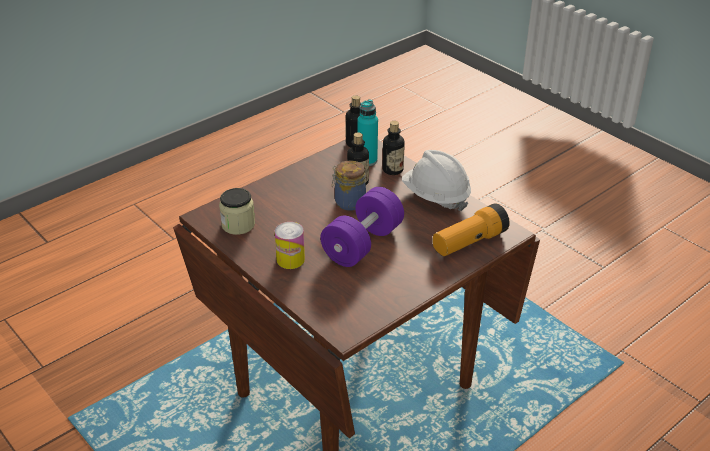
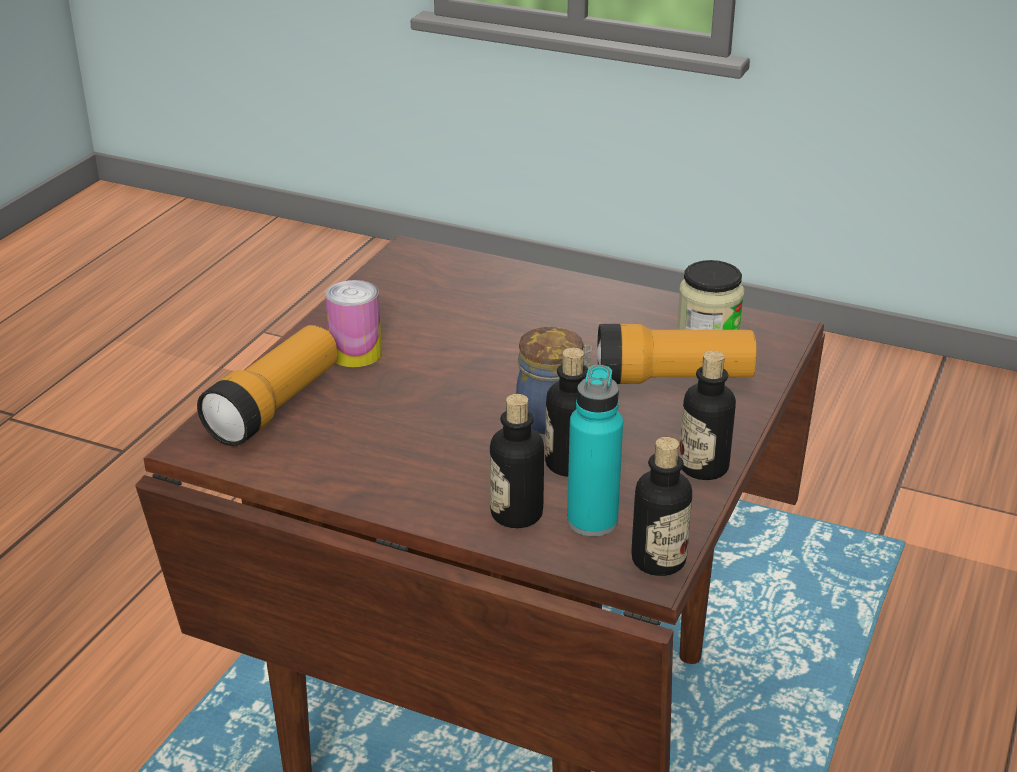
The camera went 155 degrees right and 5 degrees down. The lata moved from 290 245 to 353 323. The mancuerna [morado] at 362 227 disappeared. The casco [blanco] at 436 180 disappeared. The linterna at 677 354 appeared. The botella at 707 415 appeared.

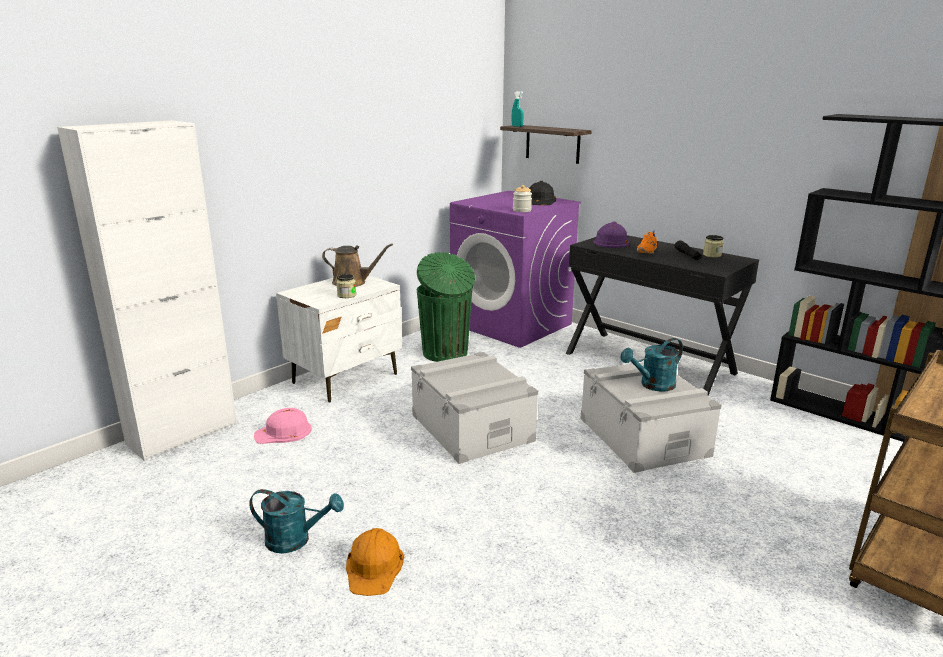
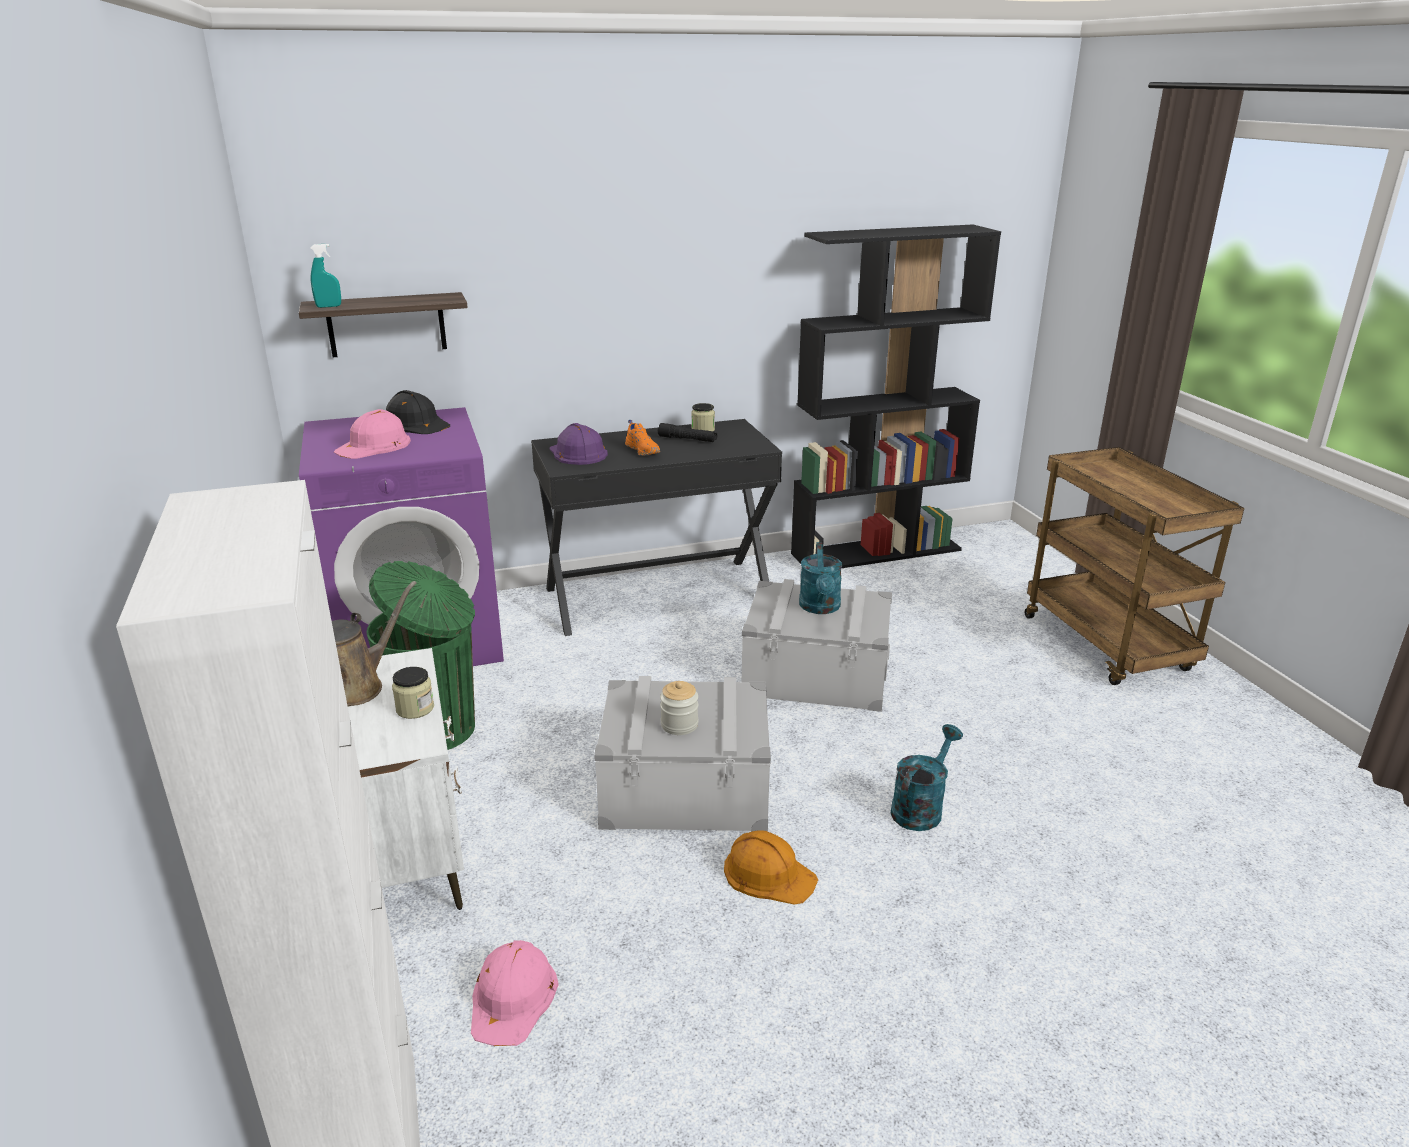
The camera went 60 degrees left and 5 degrees up. The regadera [turquesa] moved from 296 521 to 927 777. The casco [naranja] moved from 375 562 to 771 867. The tarro moved from 522 198 to 679 708. The casco [rosa] at 372 434 appeared.

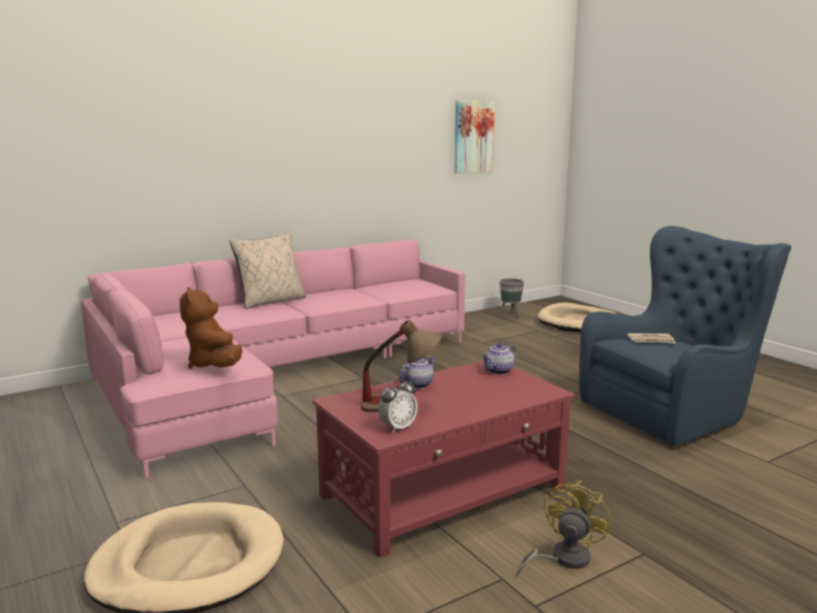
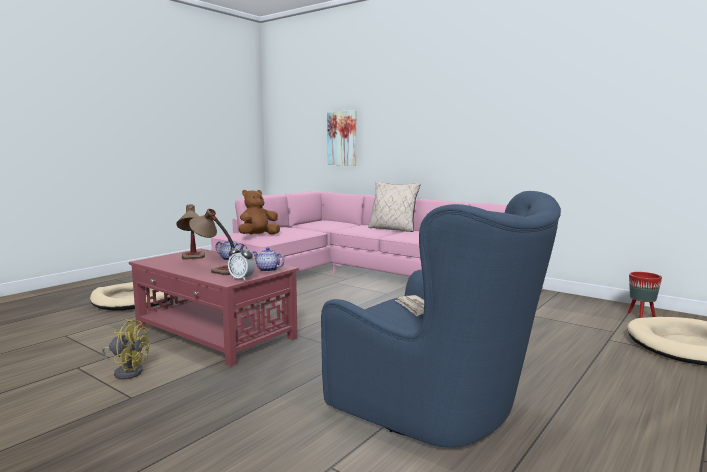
The camera went 70 degrees right and 5 degrees down. The despertador moved from 398 405 to 241 262. The cuadro moved from 474 137 to 341 138. The maceta [gris] at 511 298 became the maceta [rojo] at 645 295. The lámpara de mesa at 211 242 appeared.

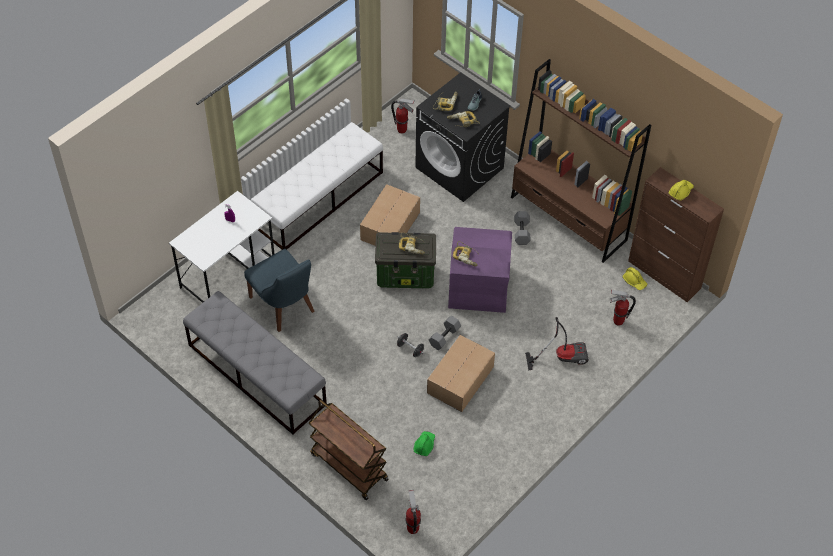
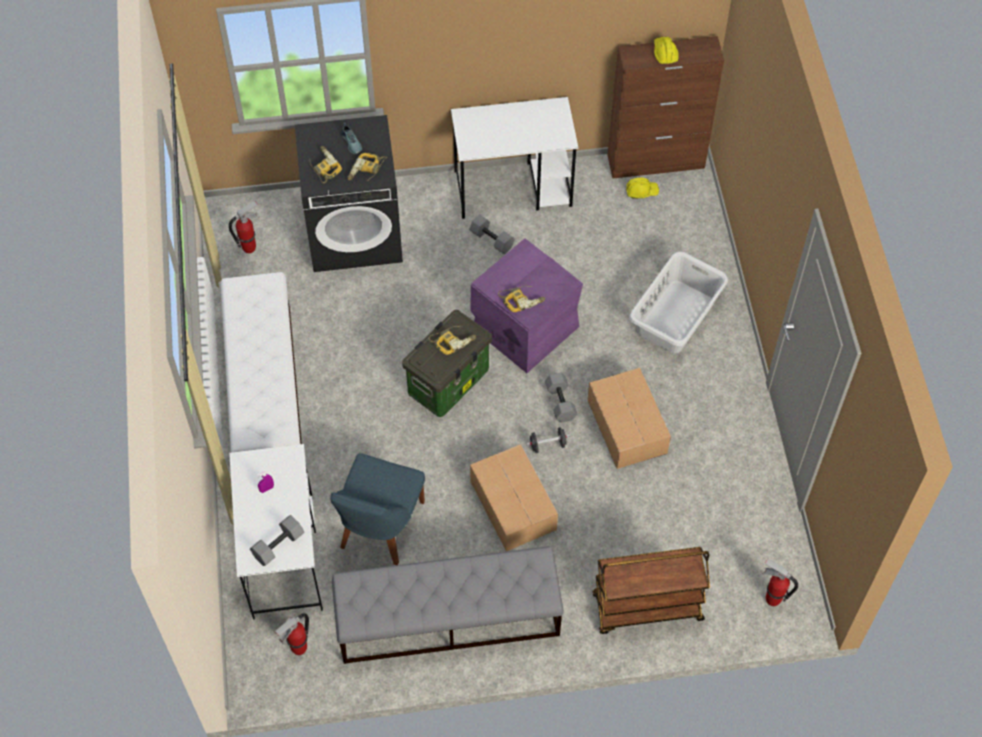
The camera went 50 degrees left and 5 degrees up. The silla [azul] at 279 290 turned 105 degrees clockwise. The caja de cartón moved from 390 215 to 514 497. The casco [verde] at 424 443 disappeared. The estantería [marrón] at 581 161 was replaced by the escritorio [blanco] at 514 158. The aspiradora at 557 343 was replaced by the cesto de la ropa [gris] at 678 302. The extintor moved from 623 308 to 291 634. The mancuerna [gris] at 277 540 appeared.

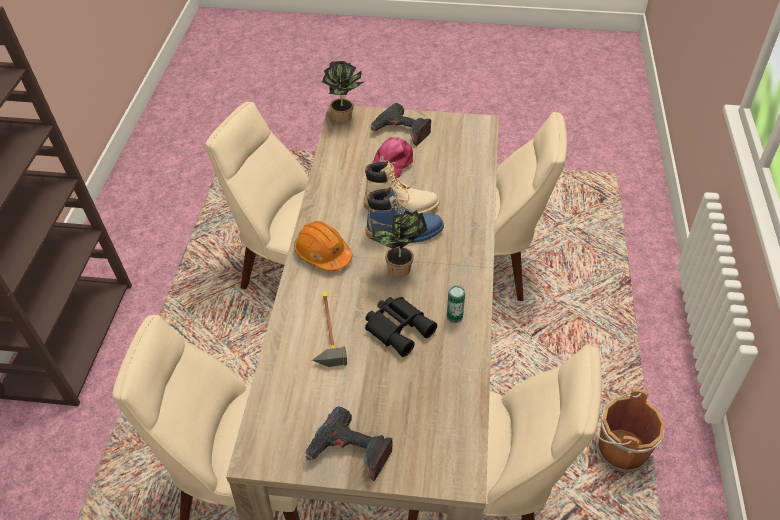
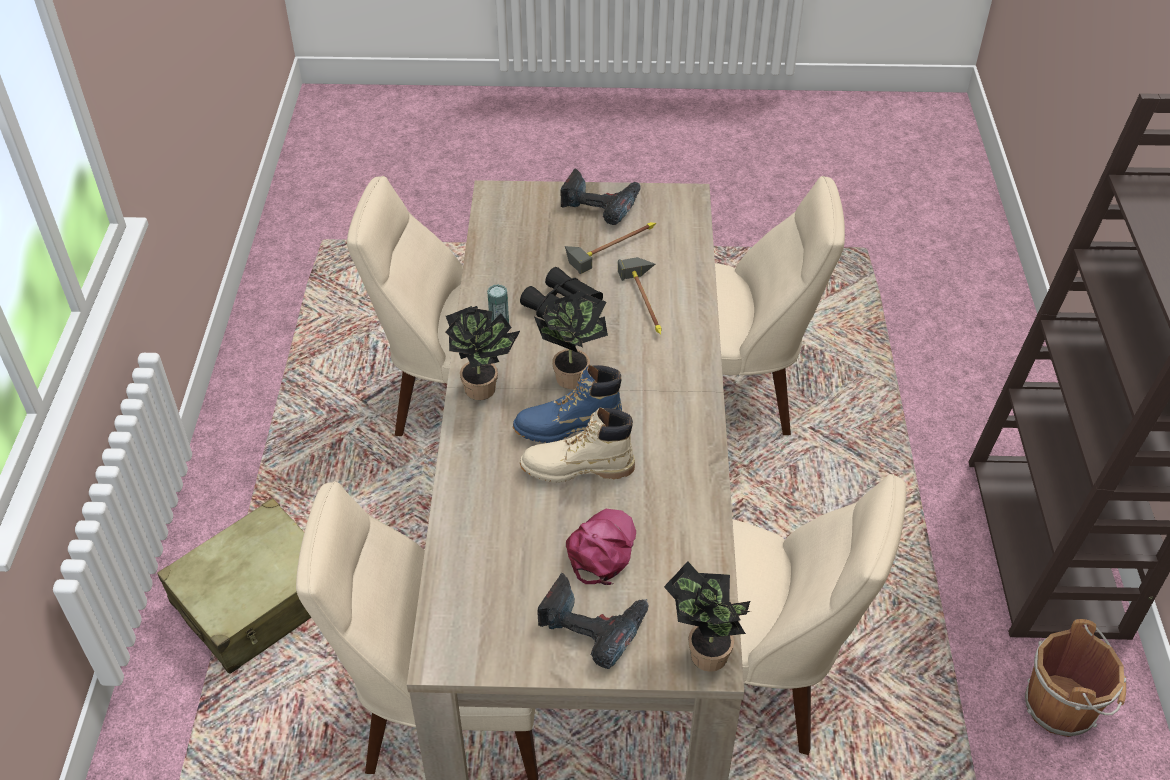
The camera went 175 degrees right and 0 degrees up. The casco [naranja] at 323 246 disappeared. The cubo [marrón] moved from 630 430 to 1075 678. The maleta [beis] at 234 586 appeared. The planta en maceta at 482 353 appeared. The martillo at 610 248 appeared.

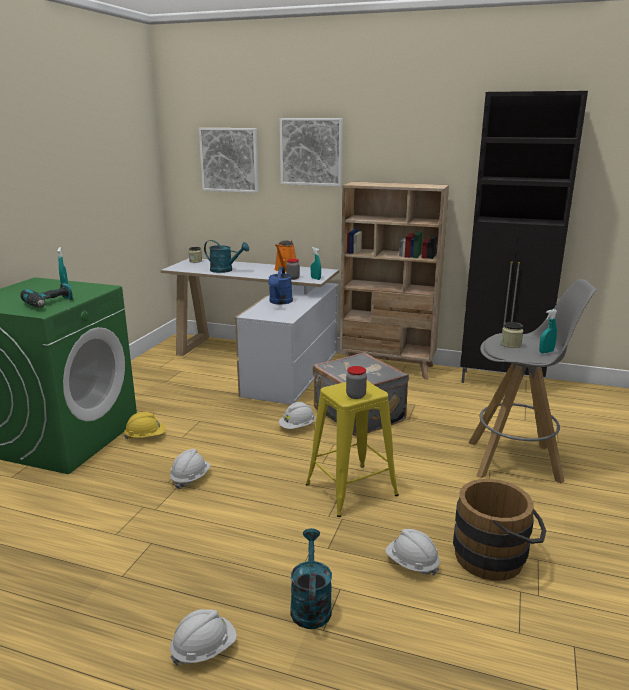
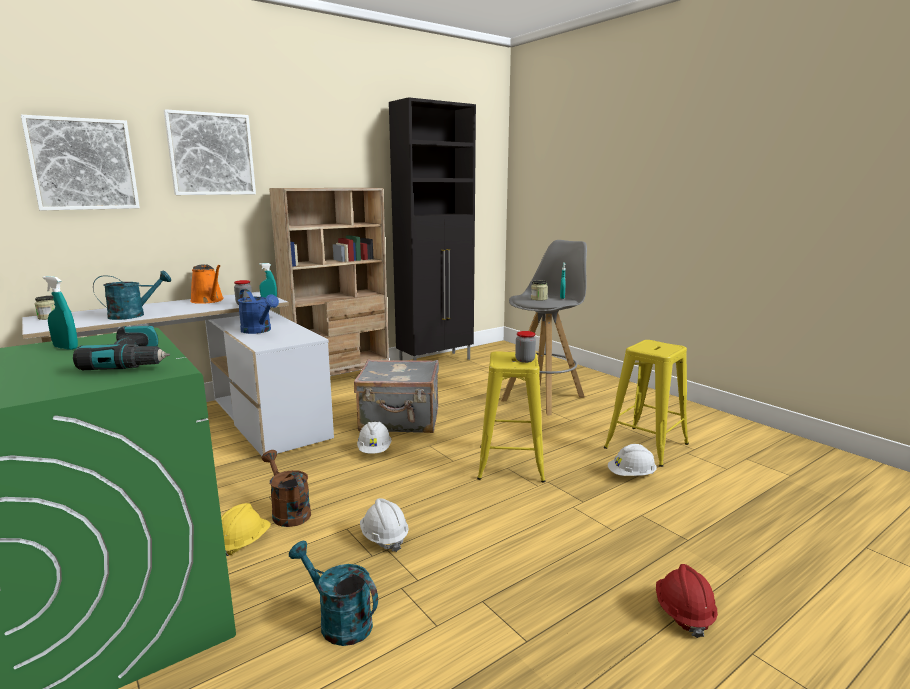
The camera went 55 degrees left and 5 degrees down. The casco [blanco] at 203 637 became the casco [rojo] at 687 601. The regadera [turquesa] moved from 311 578 to 333 593. The cubo [marrón] at 499 530 was replaced by the taburete [amarillo] at 646 403. The regadera [marrón] at 286 488 appeared.

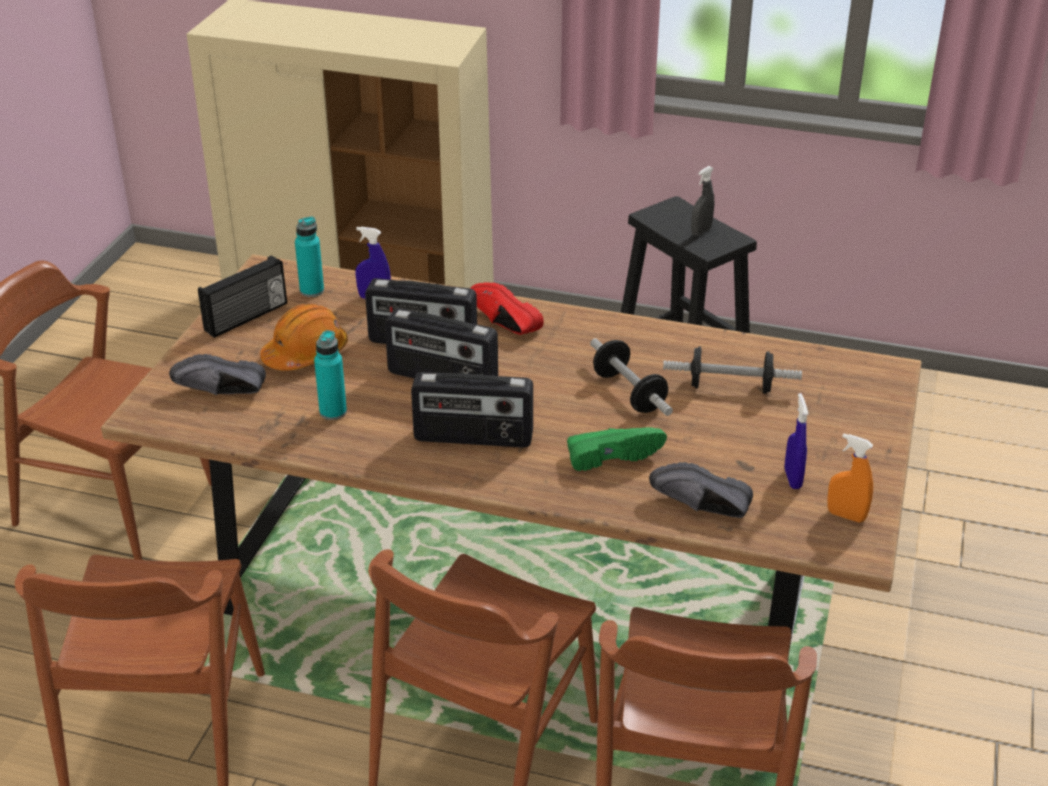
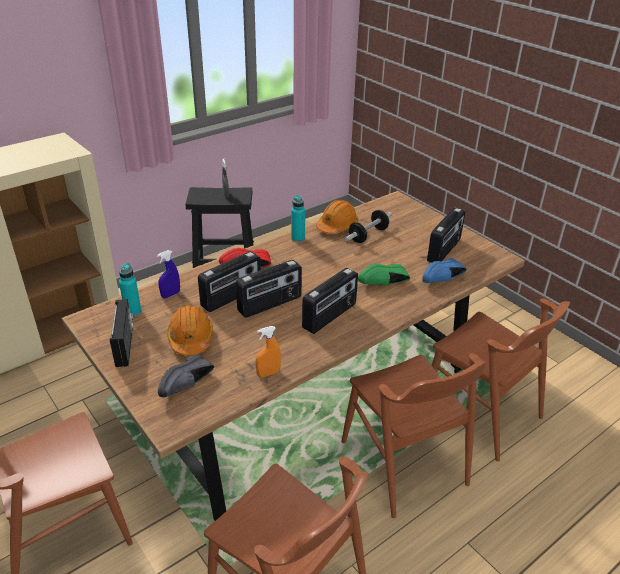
The camera went 55 degrees left and 0 degrees up. The botella [turquesa] moved from 330 375 to 298 218. The zapato [verde] at 617 449 turned 135 degrees counterclockwise. The mancuerna at 631 377 disappeared. The zapato [negro] at 701 490 became the zapato [azul] at 444 270. The pulverizador [azul] at 796 441 was replaced by the radio at 446 235. The pulverizador [naranja] moved from 850 478 to 268 351. The casco [naranja] at 337 217 appeared.

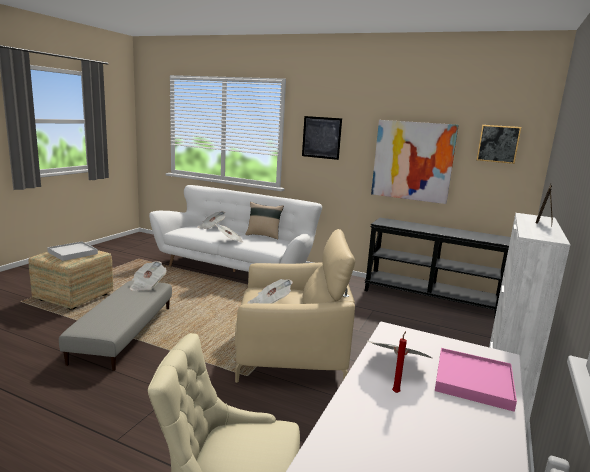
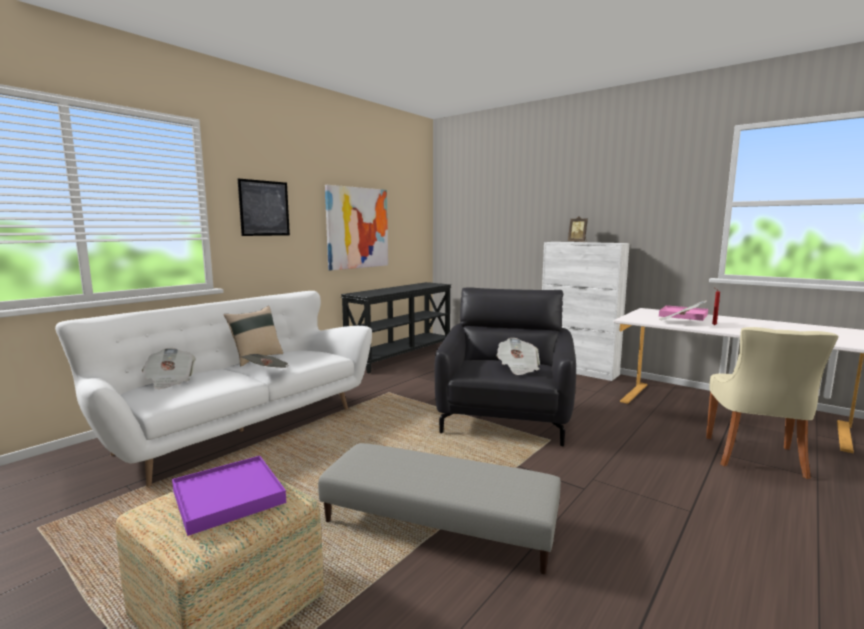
The camera went 75 degrees left and 5 degrees down. The bandeja [blanco] at 72 251 became the bandeja [morado] at 229 496. The periódico at 148 276 disappeared. The sillón [beis] at 295 306 became the sillón [negro] at 505 367. The cuadro at 499 144 disappeared.

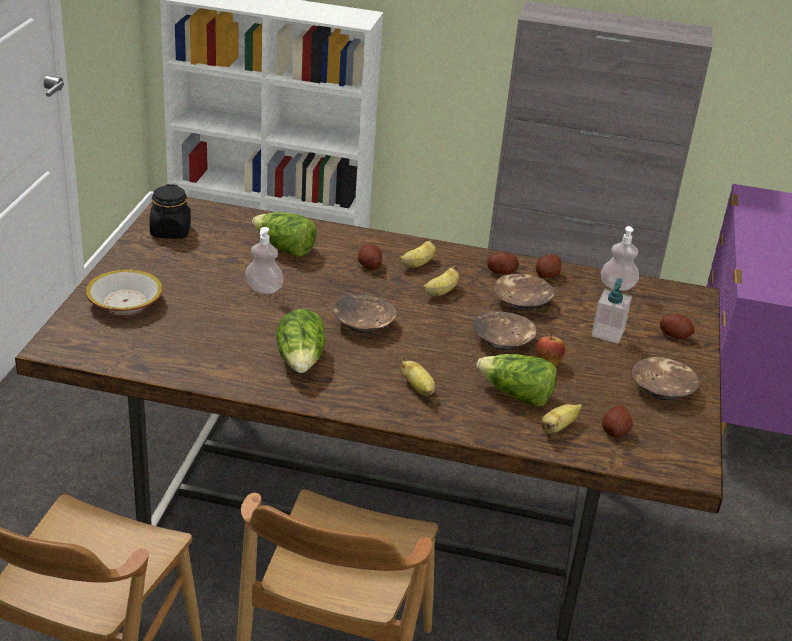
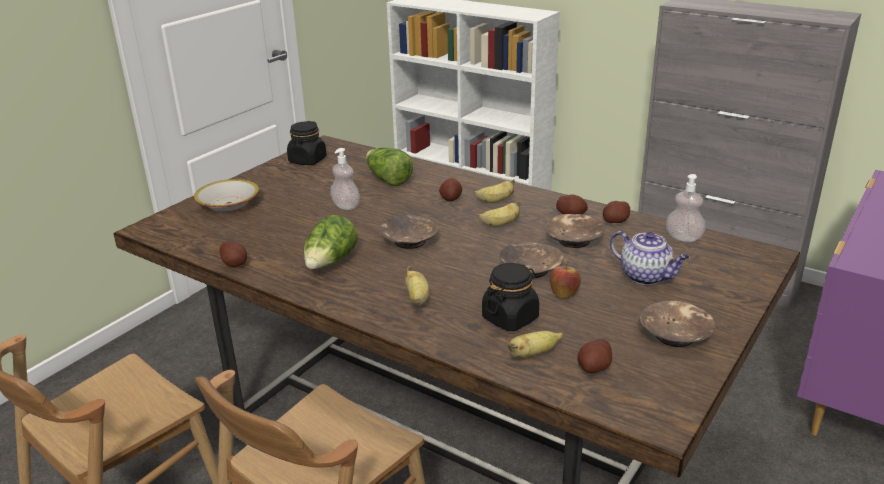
The camera went 25 degrees right and 5 degrees down. The lechuga at 516 380 was replaced by the tarro [negro] at 510 297. The dispensador de jabón at 612 311 was replaced by the tetera at 649 258. The patata moved from 677 326 to 233 254.

